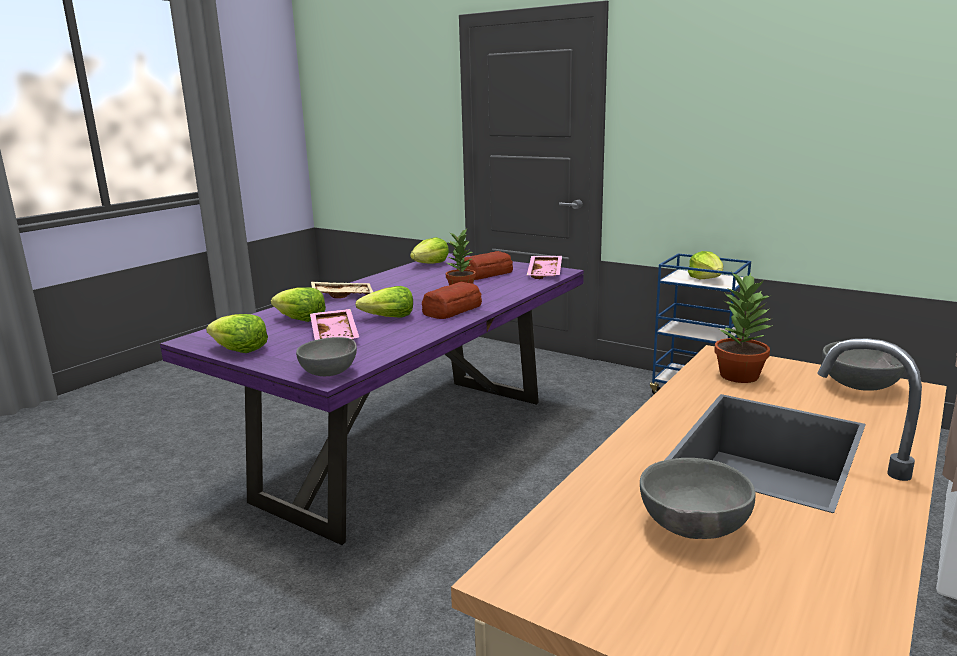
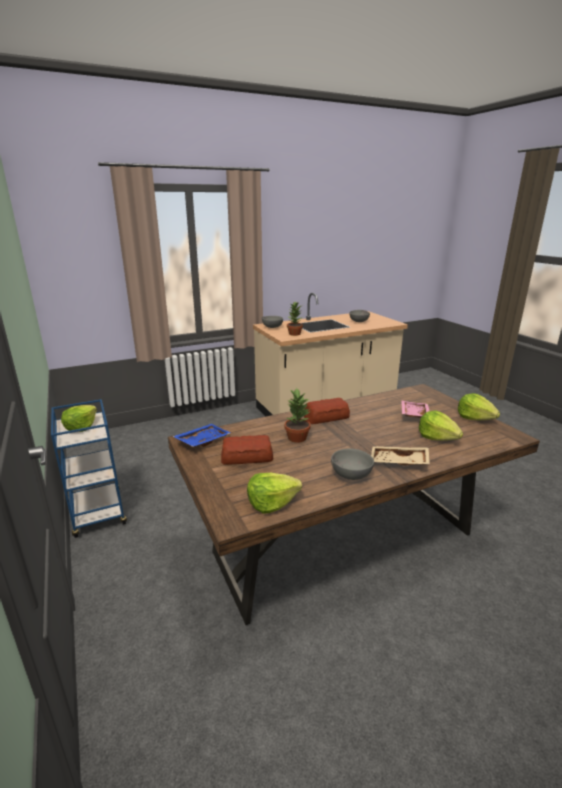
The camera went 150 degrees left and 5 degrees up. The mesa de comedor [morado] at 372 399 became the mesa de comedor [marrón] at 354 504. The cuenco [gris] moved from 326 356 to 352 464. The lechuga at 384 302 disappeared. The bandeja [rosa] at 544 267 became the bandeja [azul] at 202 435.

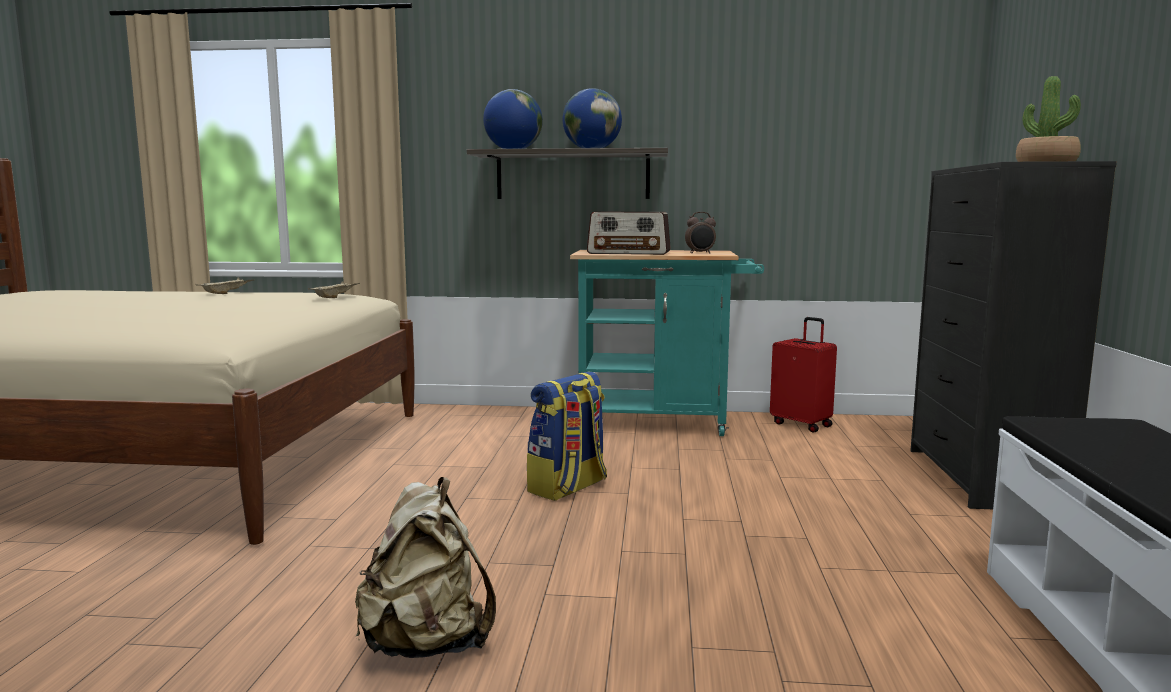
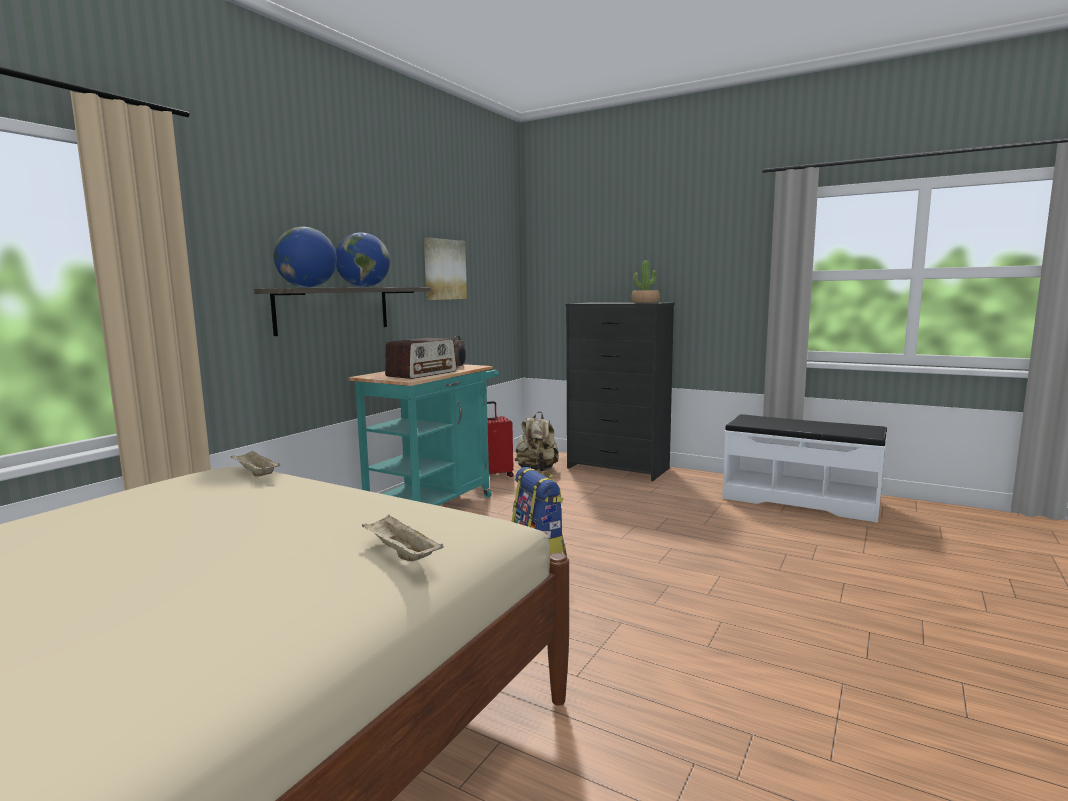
The camera went 65 degrees left and 0 degrees up. The bandeja [beis] moved from 225 286 to 403 538. The mochila [beis] moved from 425 567 to 537 441. The cuadro at 445 268 appeared.

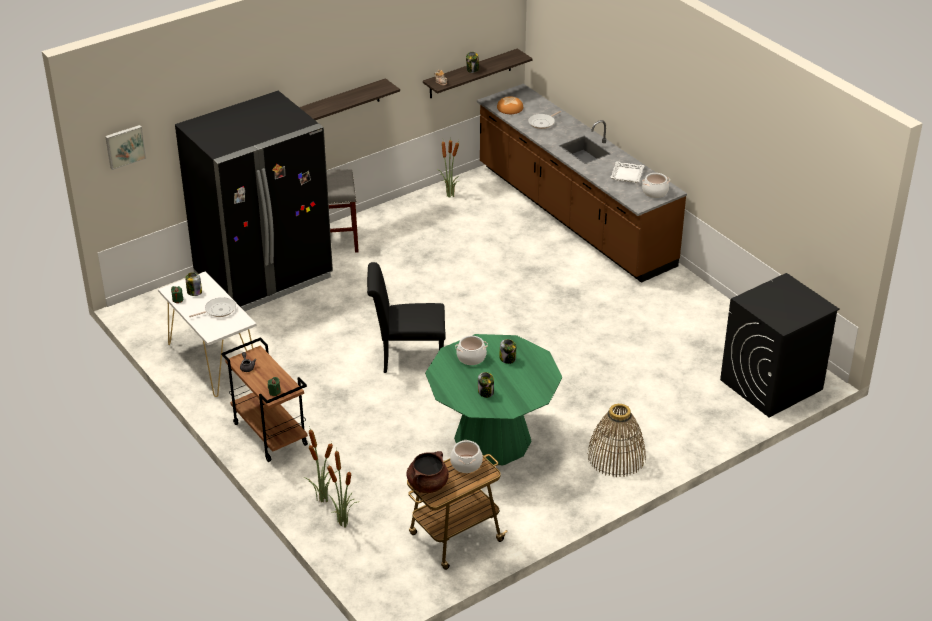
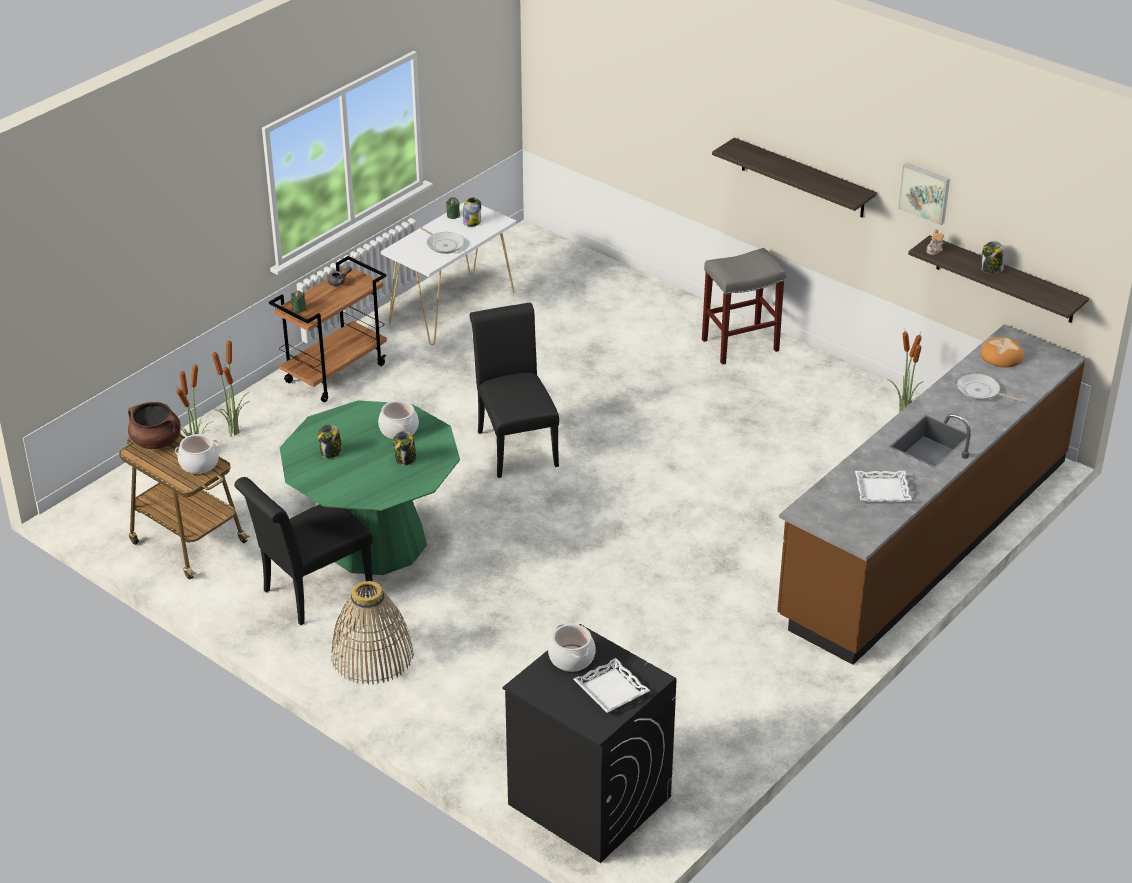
The camera went 75 degrees right and 0 degrees up. The cuadro moved from 125 147 to 924 194. The nevera [negro] at 254 201 disappeared. The olla moved from 656 185 to 571 648. The silla [negro] at 303 551 appeared. The bandeja [blanco] at 611 685 appeared.

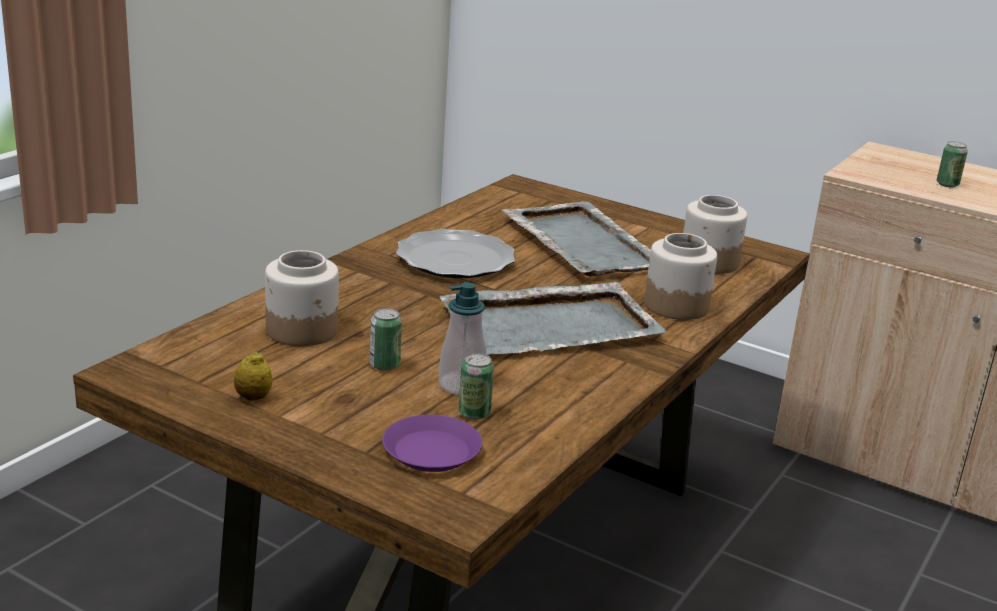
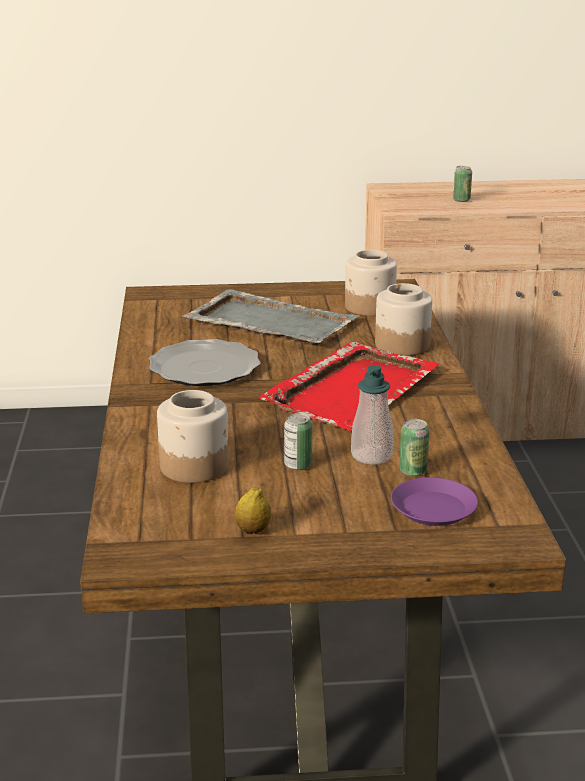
The camera went 35 degrees left and 0 degrees up. The bandeja [gris] at 553 318 became the bandeja [rojo] at 348 386.

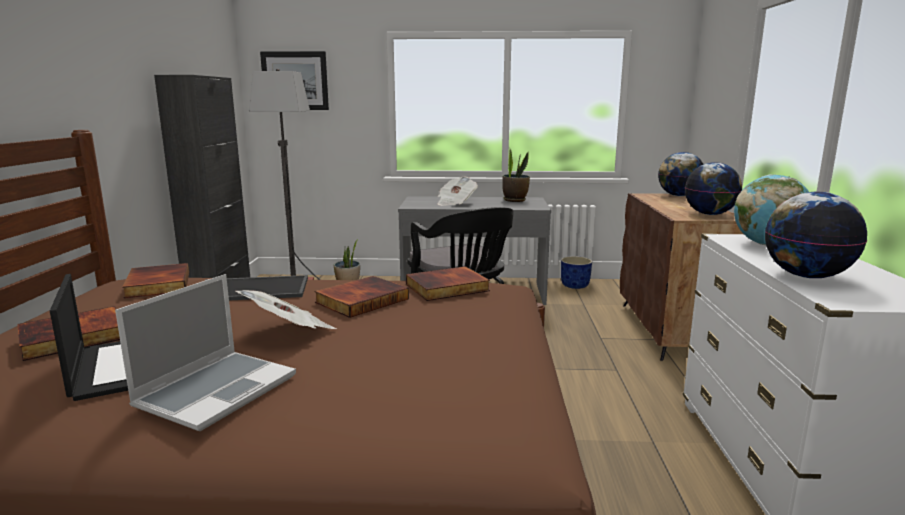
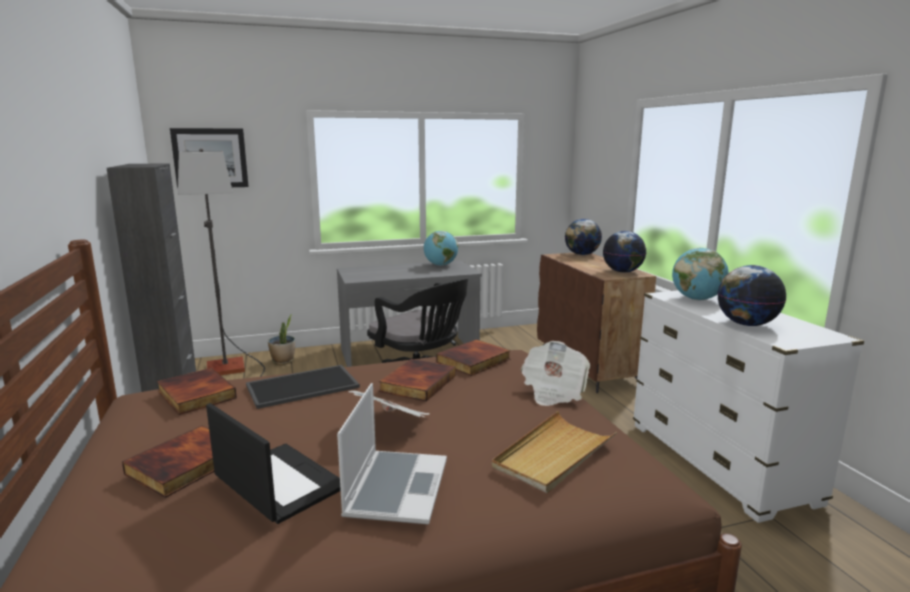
The camera went 20 degrees left and 0 degrees up. The periódico moved from 458 191 to 555 373. The planta en maceta at 516 175 was replaced by the globo terráqueo at 441 248. The maceta [azul] at 576 272 disappeared. The bandeja [beis] at 554 452 appeared.

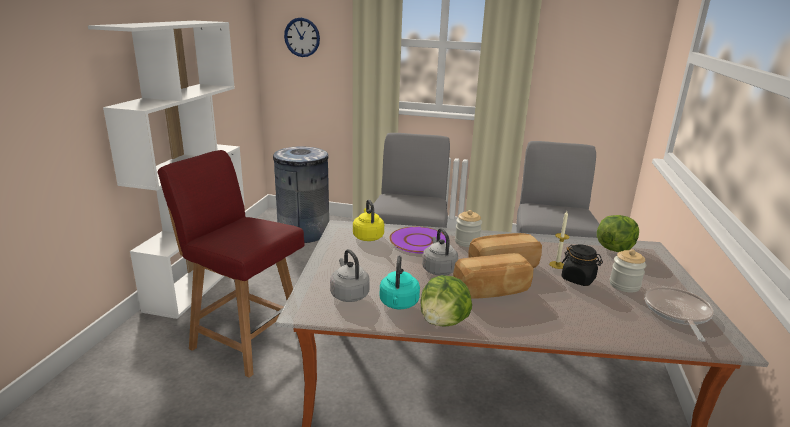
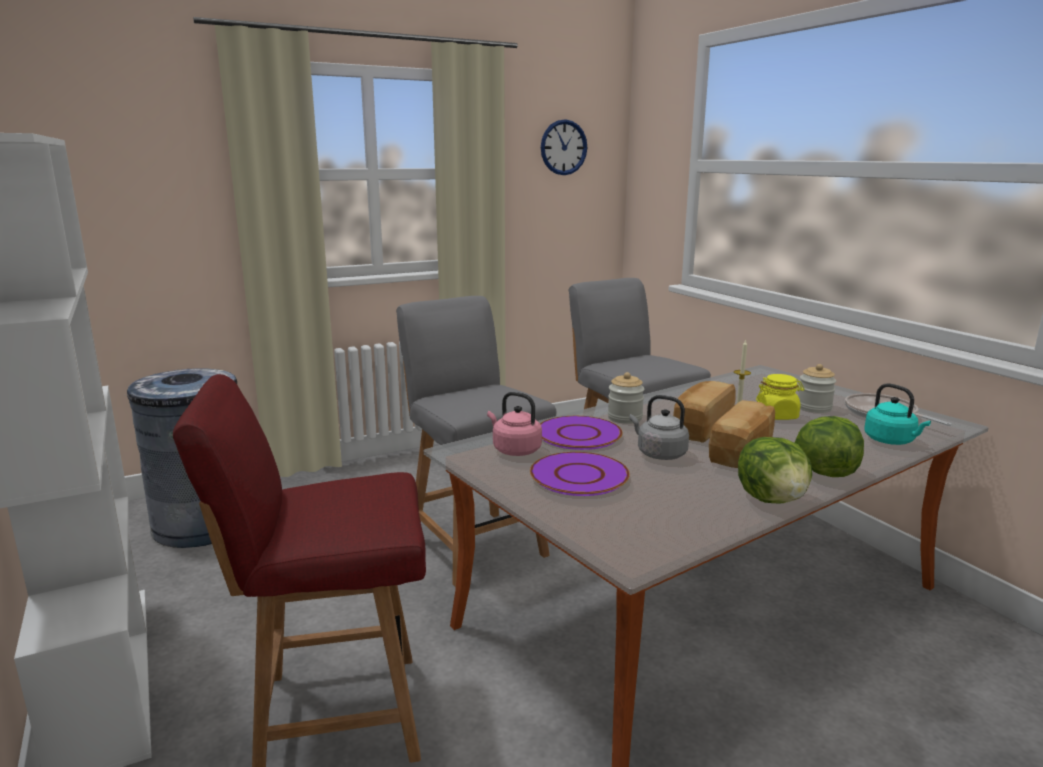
The camera went 40 degrees left and 5 degrees down. The reloj de pared moved from 302 37 to 564 147. The hervidor [gris] at 350 275 disappeared. The hervidor [amarillo] at 368 220 became the hervidor [rosa] at 514 424. The hervidor [turquesa] moved from 400 282 to 897 414. The tarro [negro] at 582 265 became the tarro [amarillo] at 780 397. The lechuga moved from 618 233 to 829 446. The plato [morado] at 580 474 appeared.

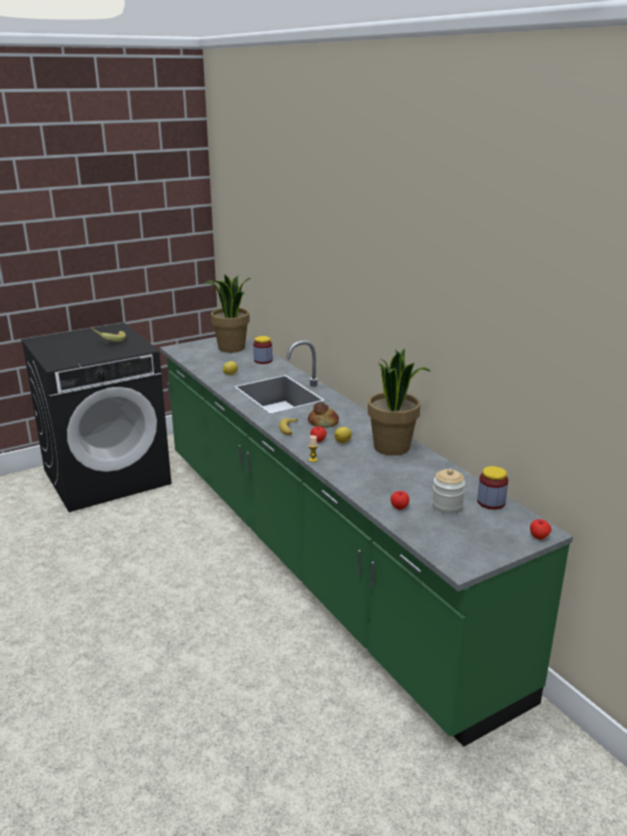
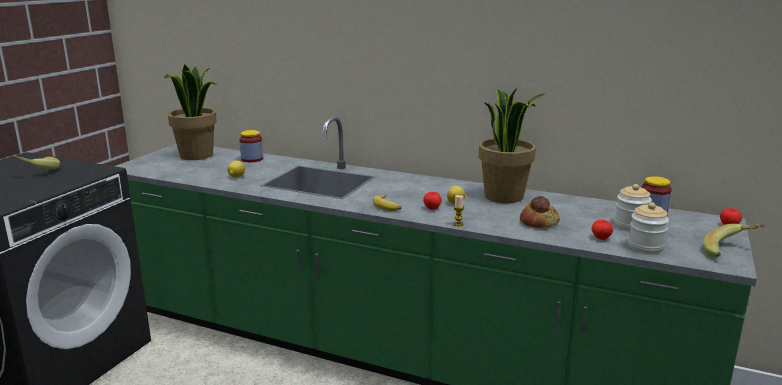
The camera went 35 degrees left and 5 degrees down. The pan moved from 323 414 to 540 212. The tarro at 648 227 appeared. The plátano at 734 240 appeared.

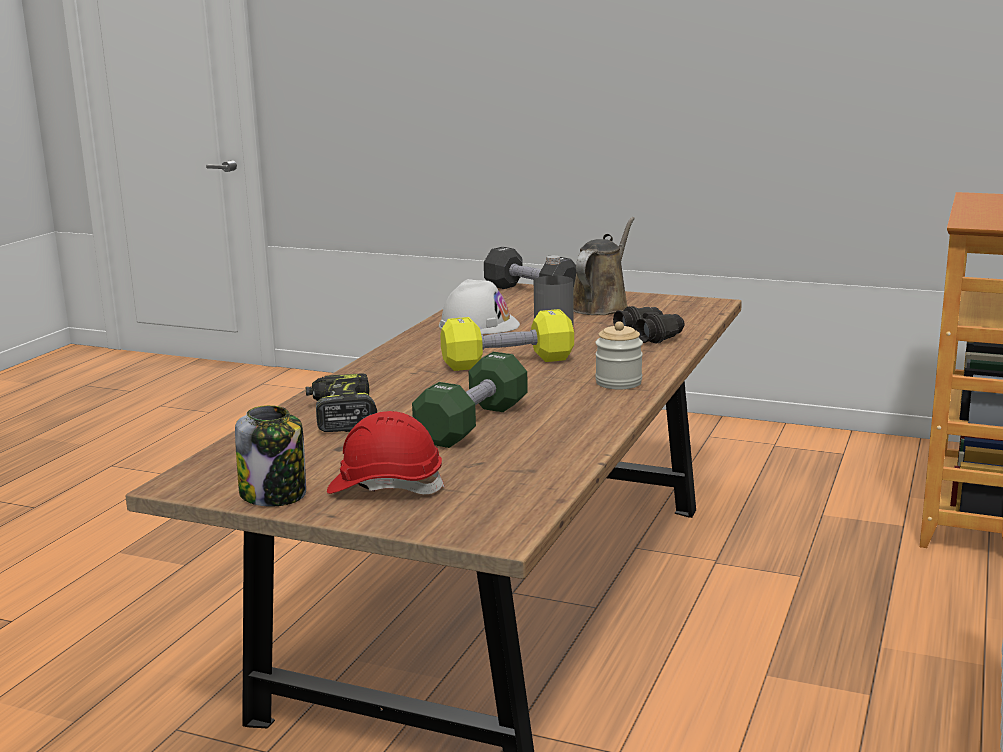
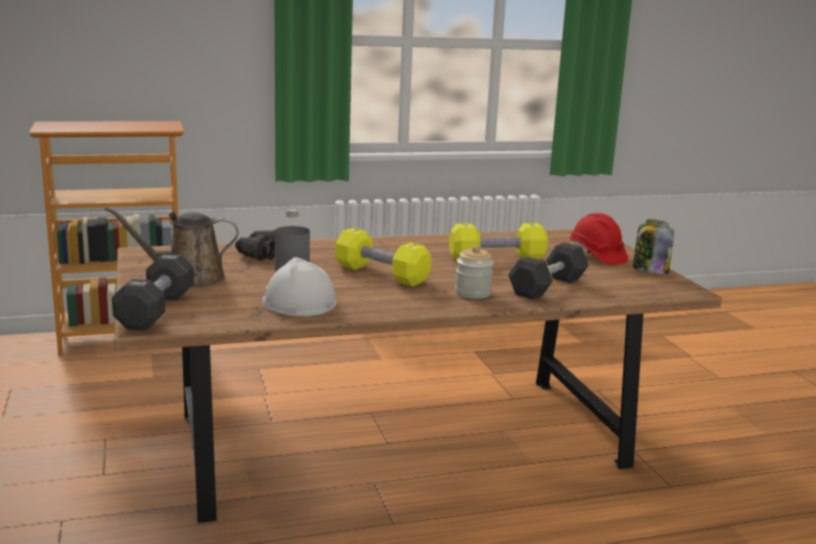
The camera went 130 degrees left and 0 degrees up. The taladro at 341 403 was replaced by the mancuerna [negro] at 548 271. The mancuerna [verde] at 470 400 became the mancuerna [amarillo] at 498 242. The tarro moved from 619 355 to 474 272.

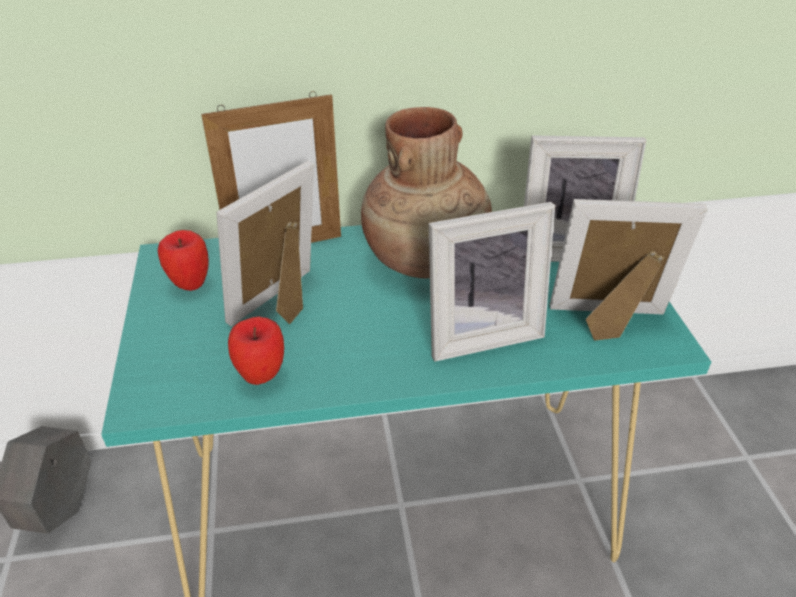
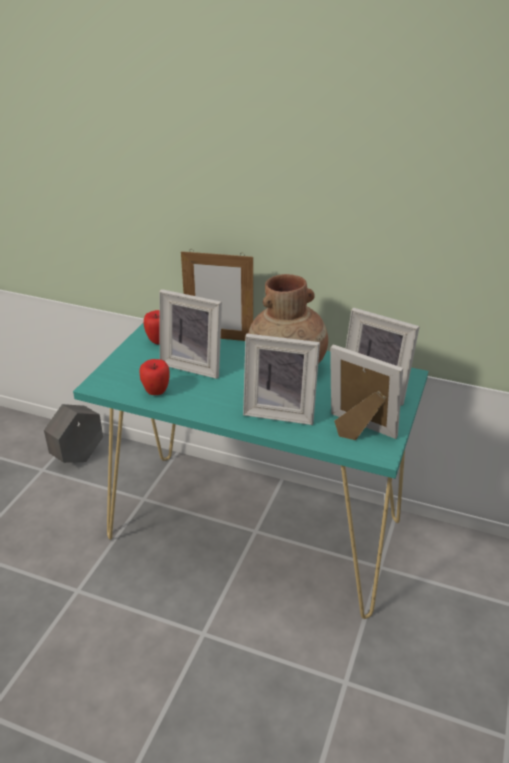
The camera went 30 degrees right and 5 degrees down. The portarretratos at 265 243 turned 135 degrees counterclockwise.

